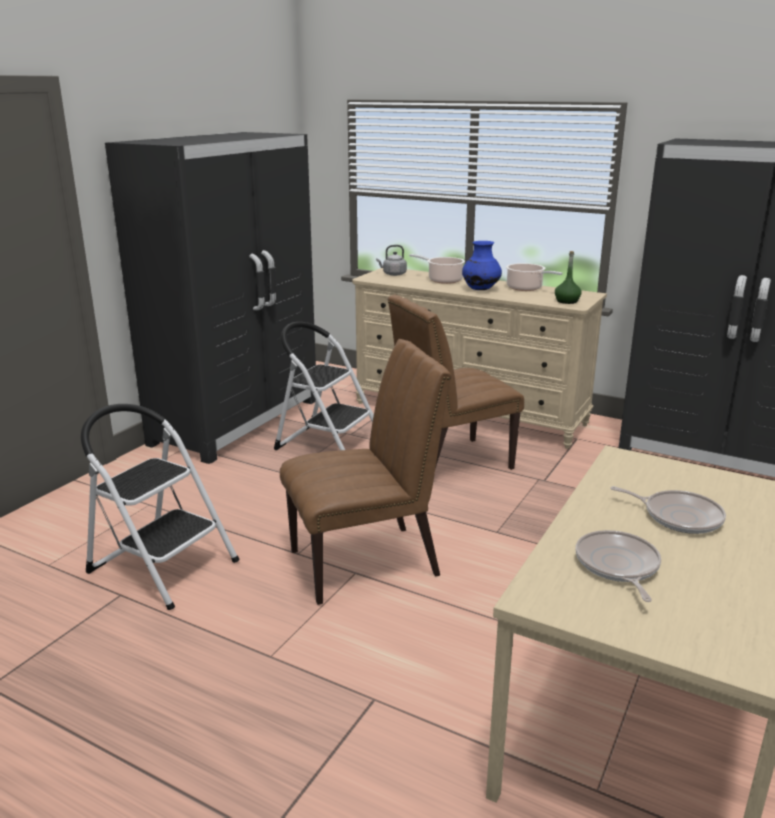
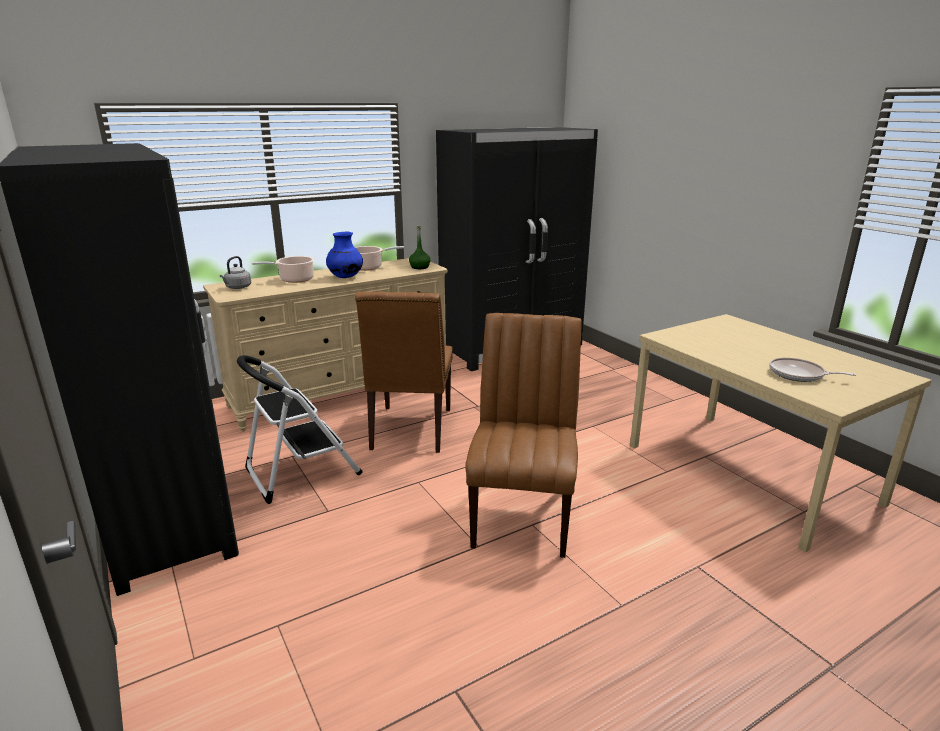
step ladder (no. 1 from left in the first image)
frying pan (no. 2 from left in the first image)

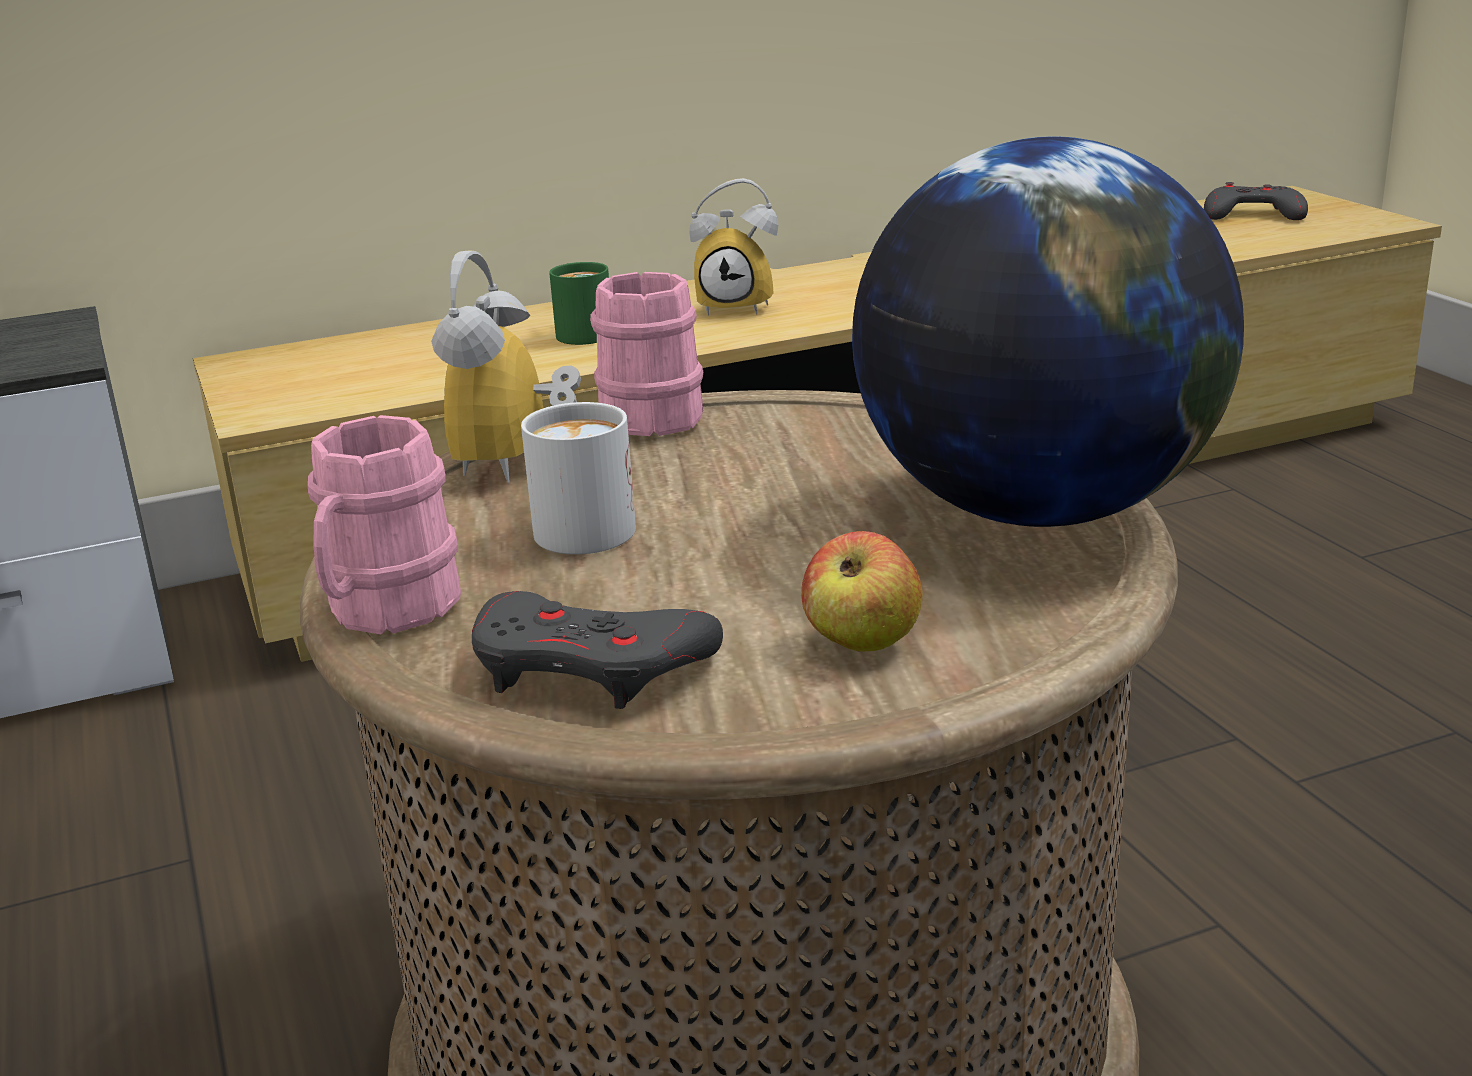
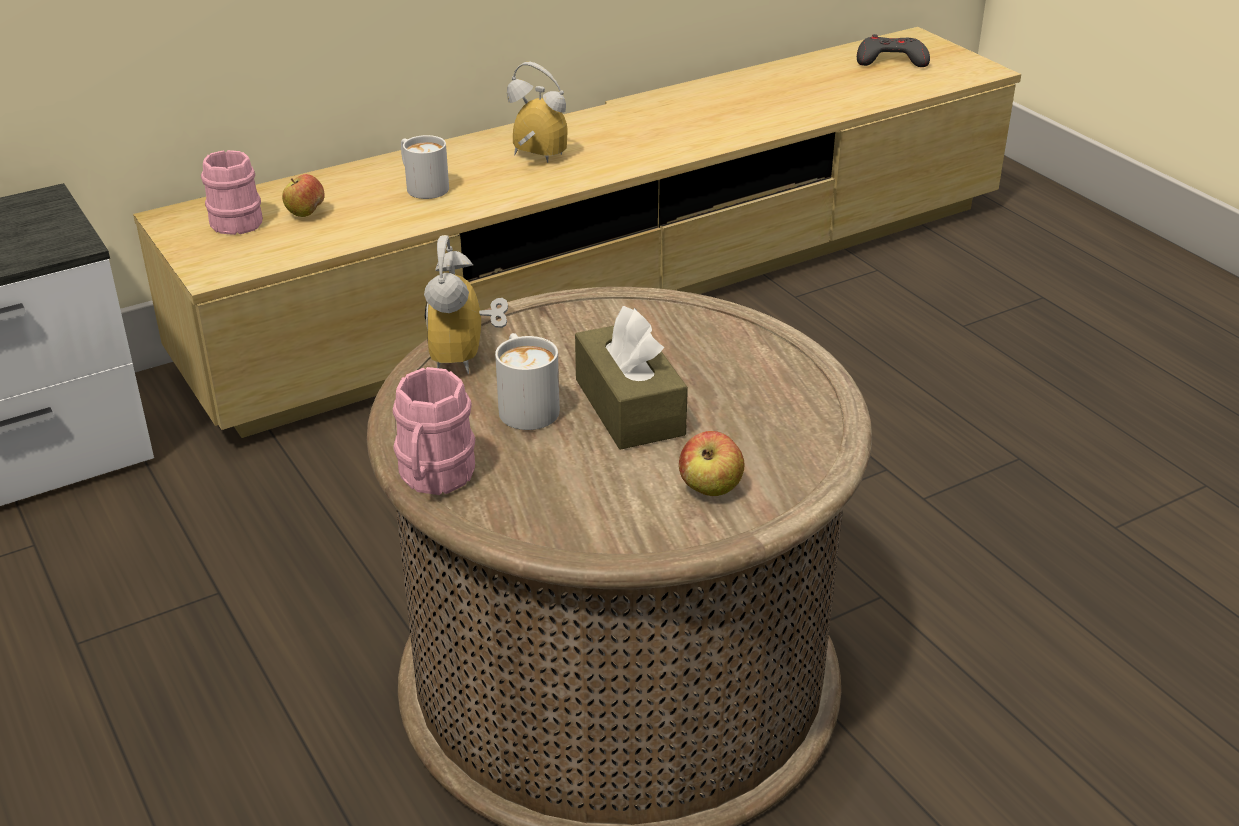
globe
alarm clock (no. 2 from left)
white mug (no. 1 from left)
pink mug (no. 1 from left)
grey game controller (no. 1 from left in the first image)
apple (no. 1 from left)
brown tissue box

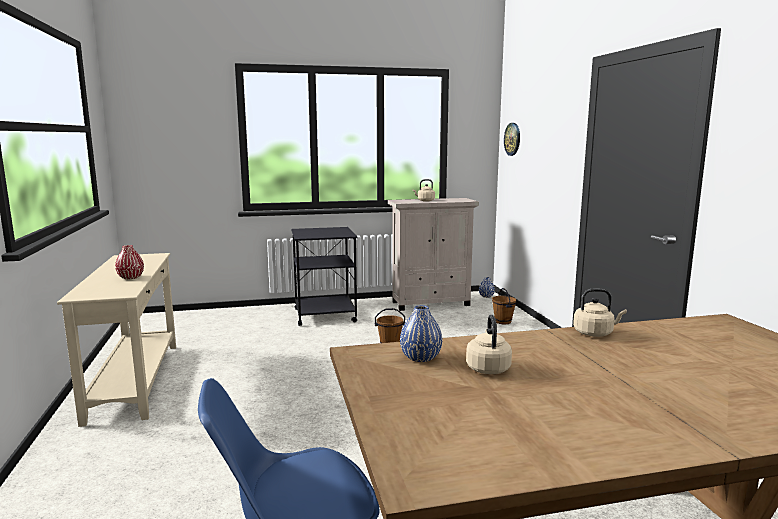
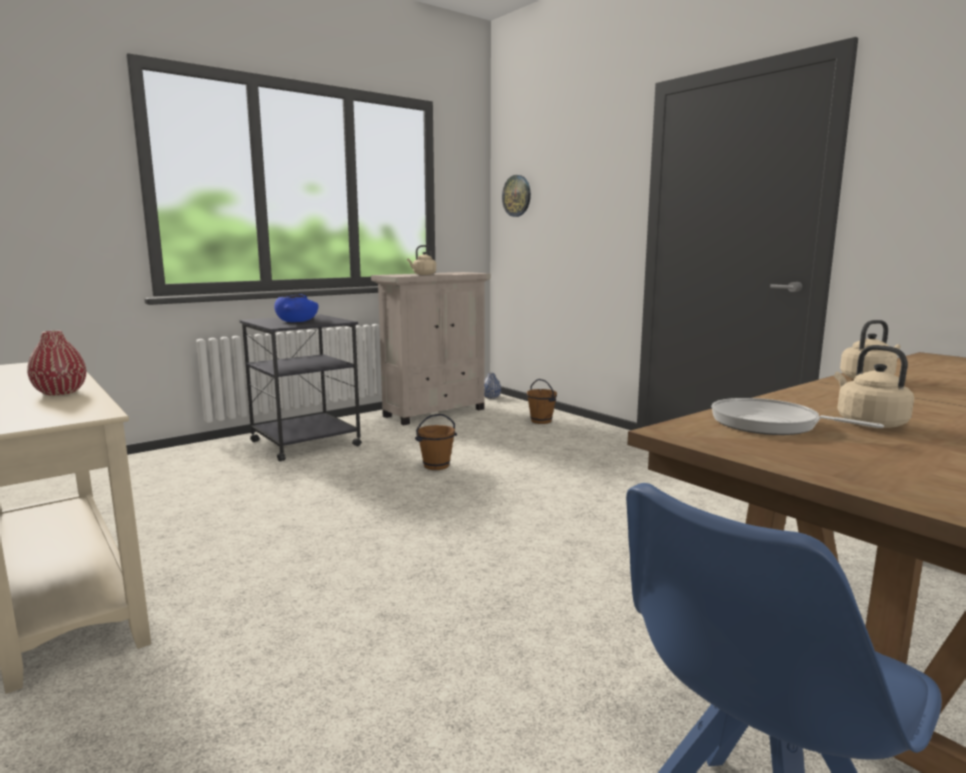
frying pan
blue bowl

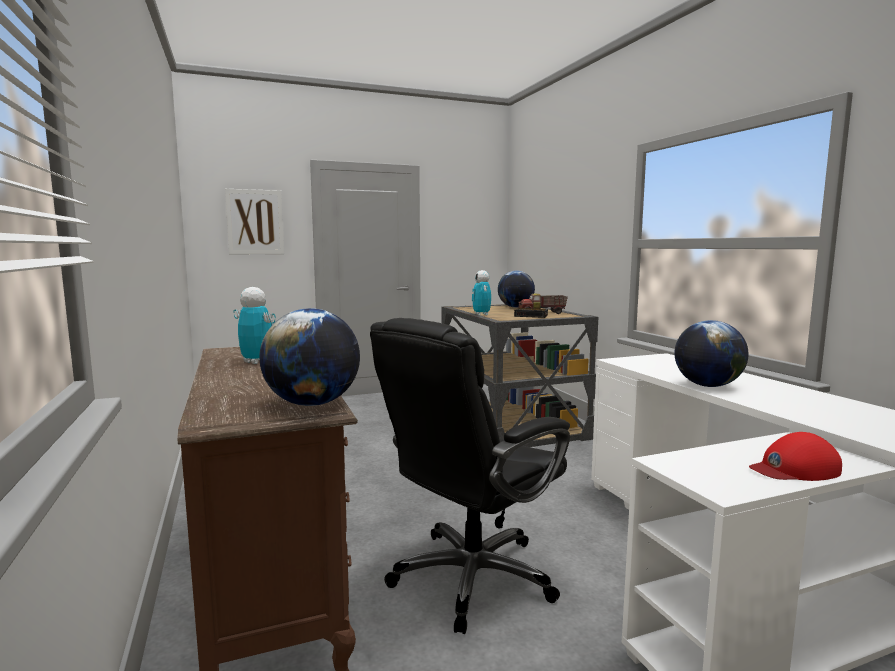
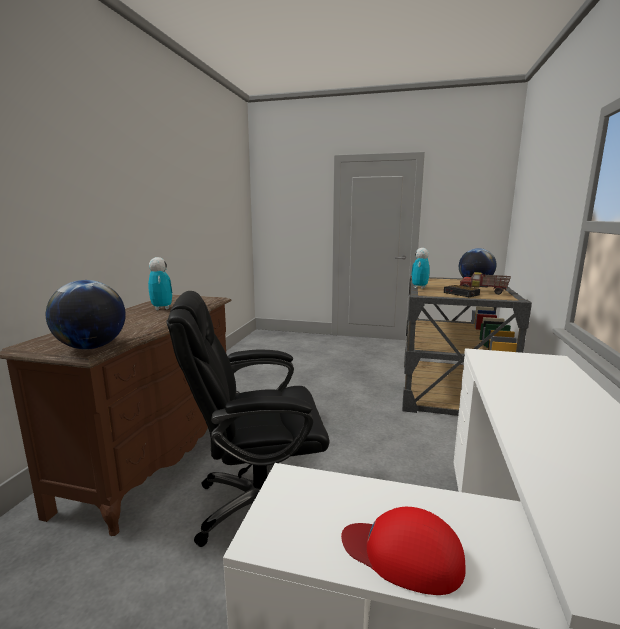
picture
globe (no. 3 from left in the first image)

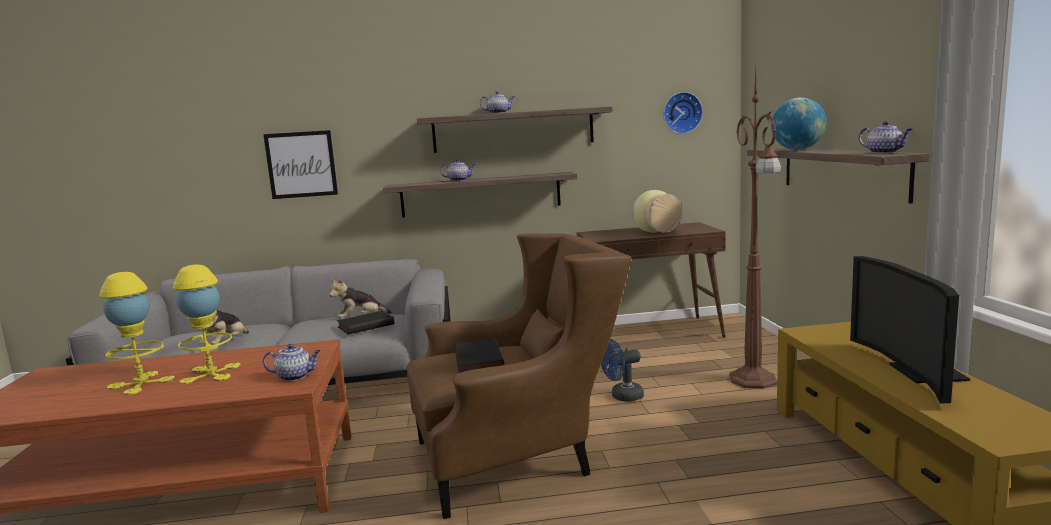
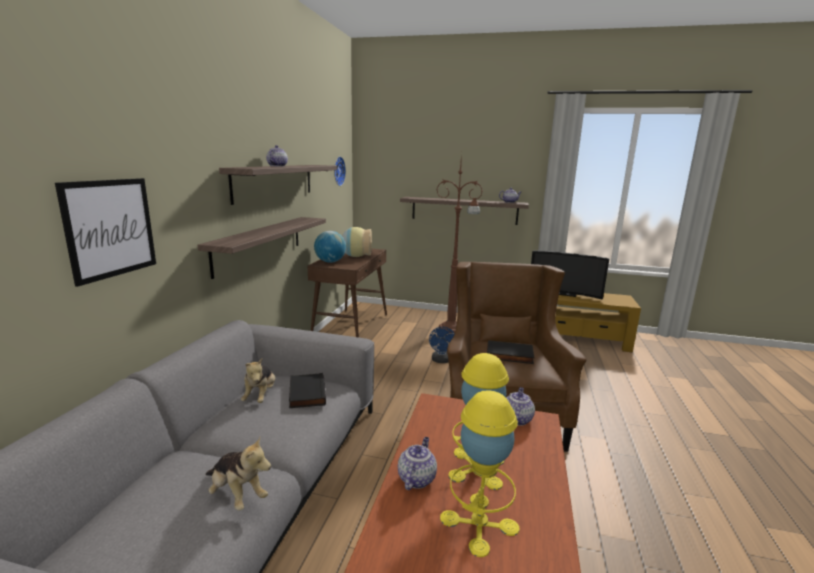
globe
teapot (no. 2 from left)

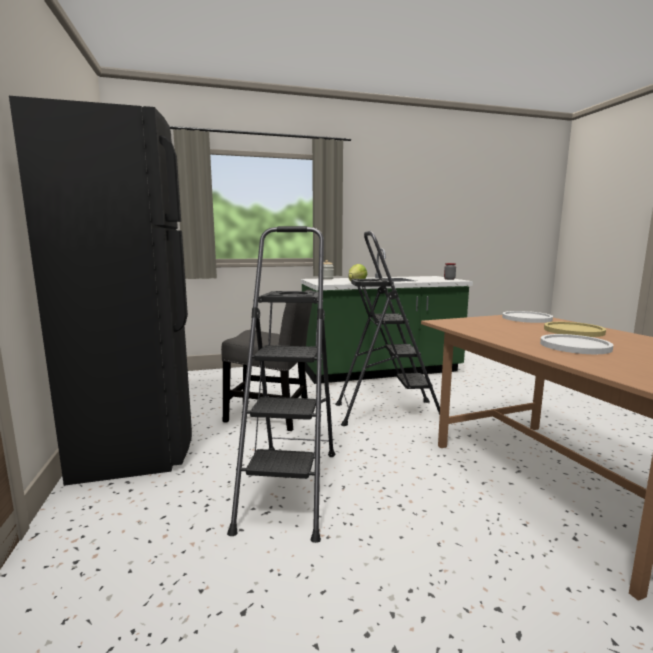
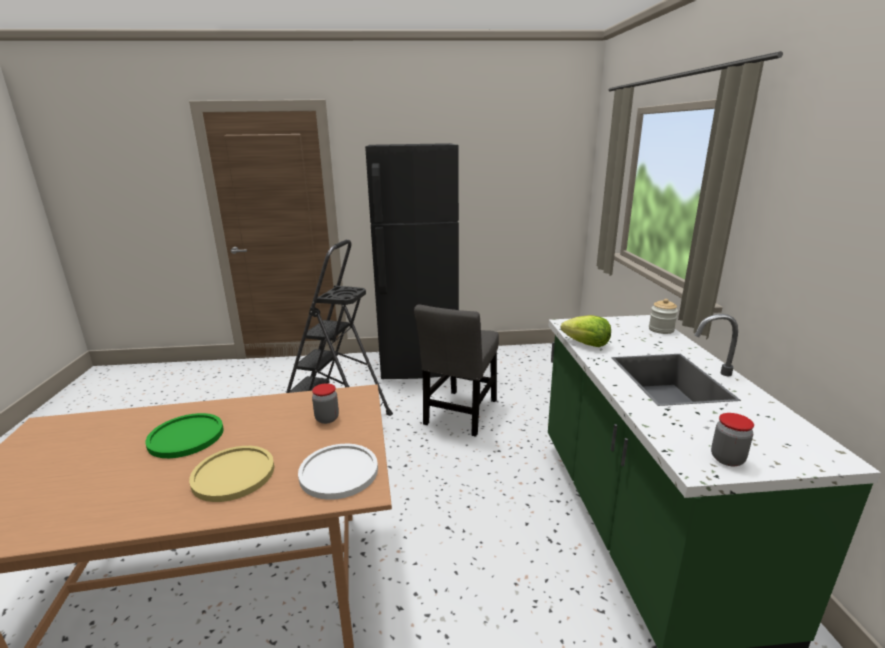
step ladder (no. 2 from left in the first image)
green plate
jar (no. 1 from left)

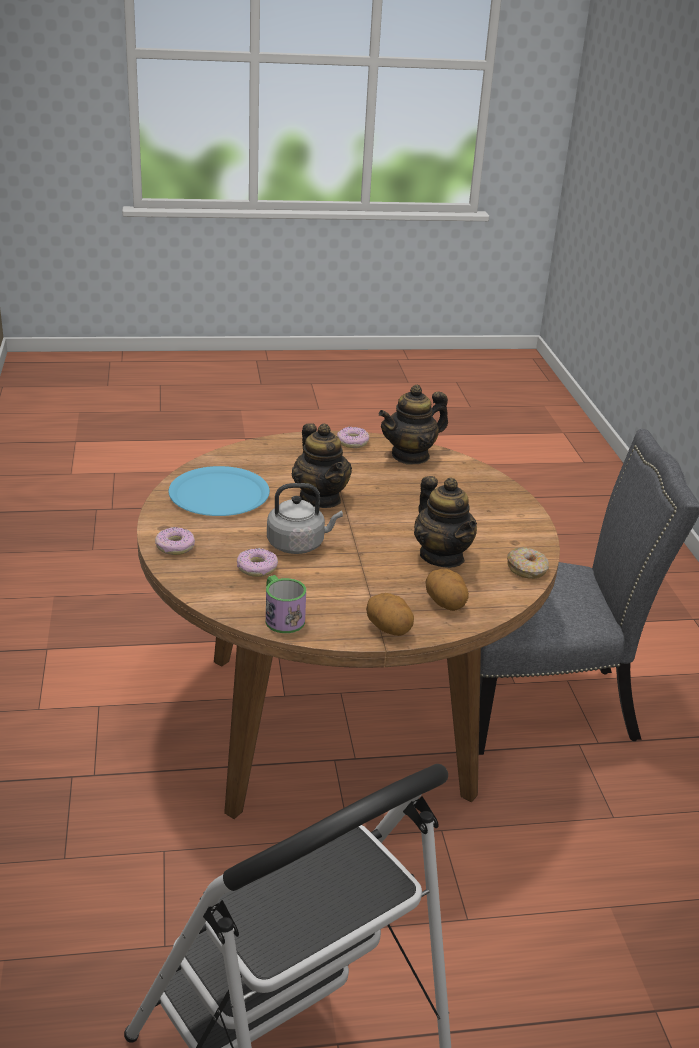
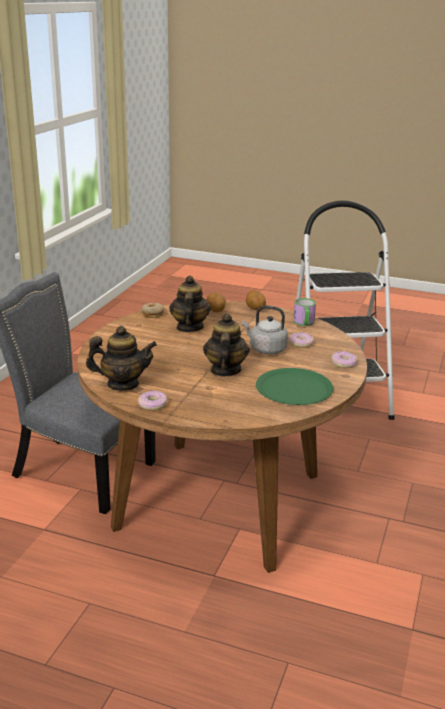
green plate

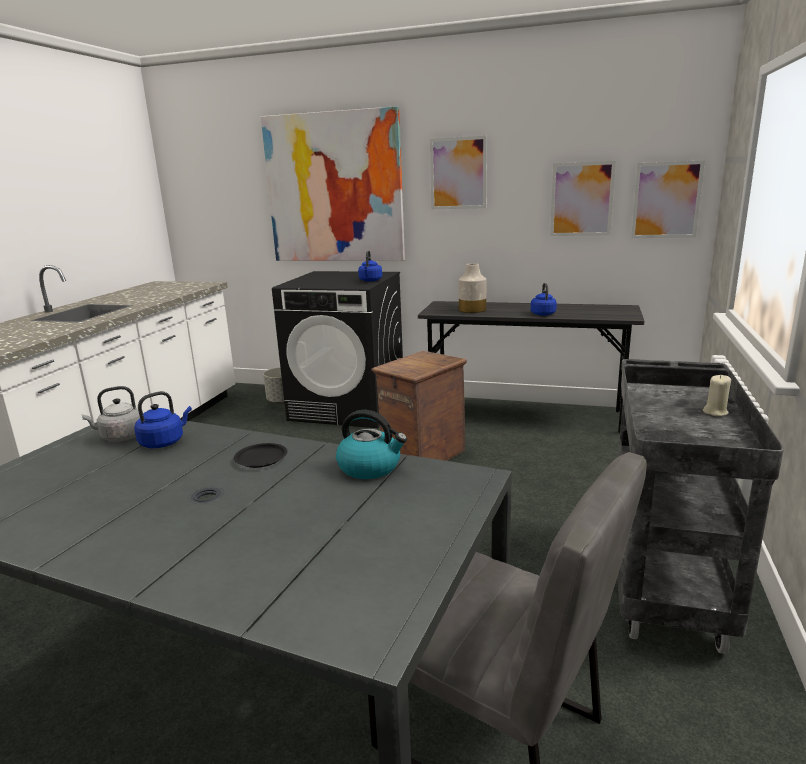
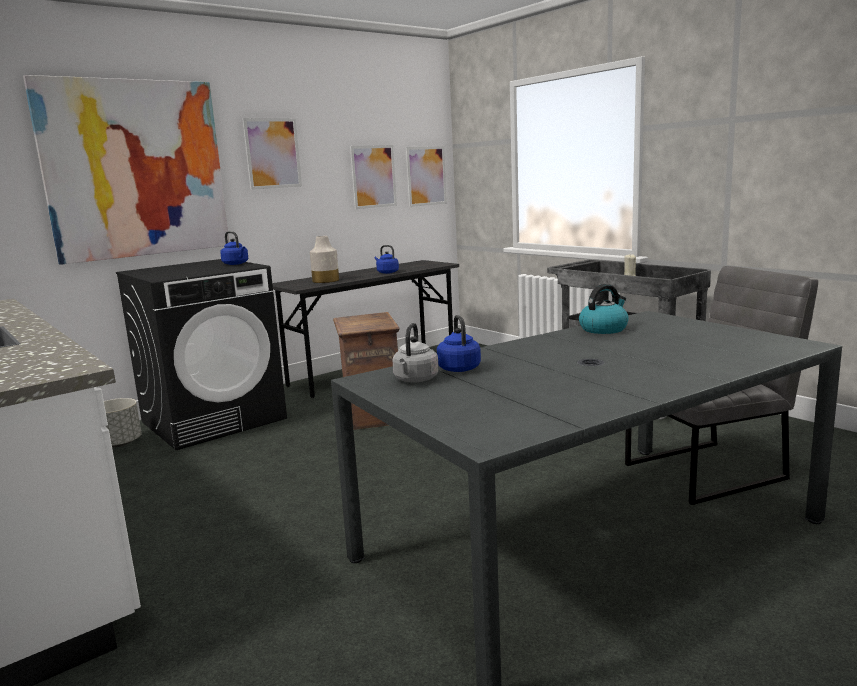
black plate

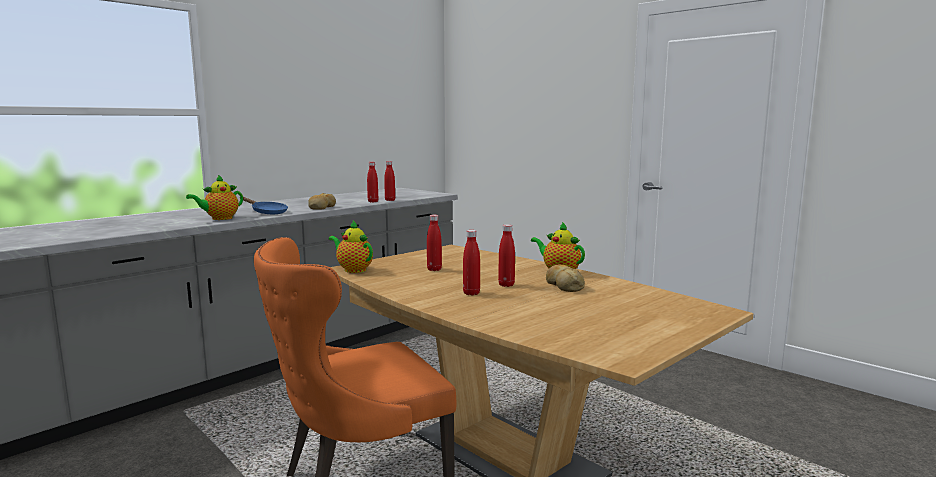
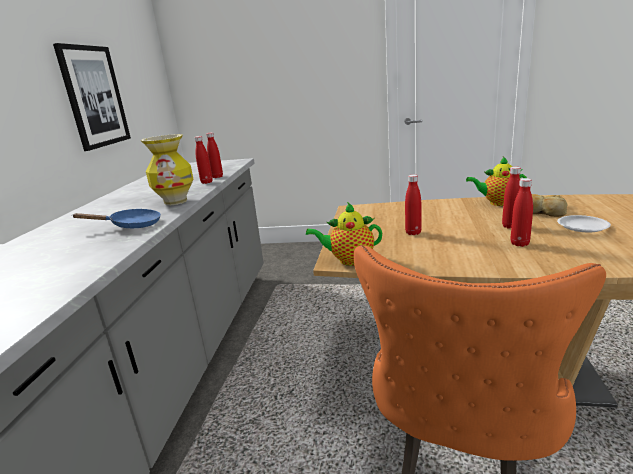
teapot (no. 1 from left in the first image)
vase
picture
white plate

